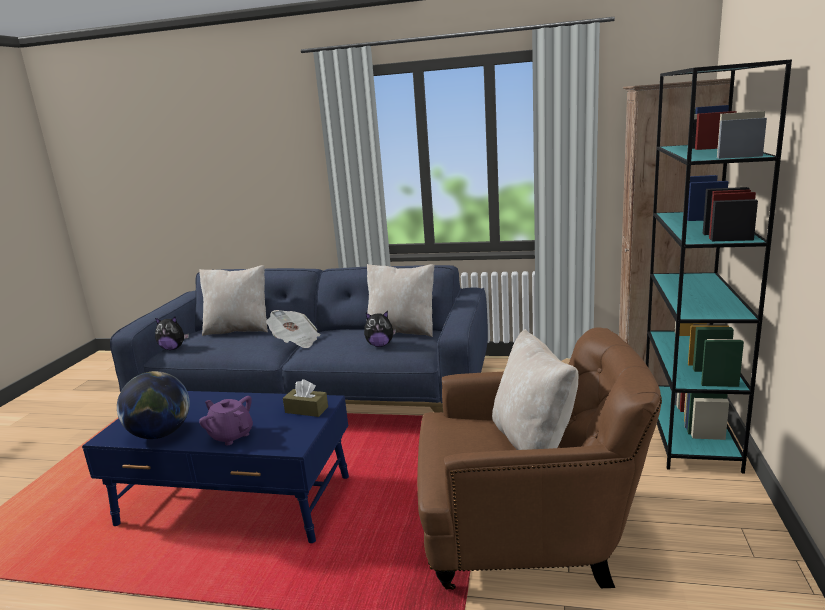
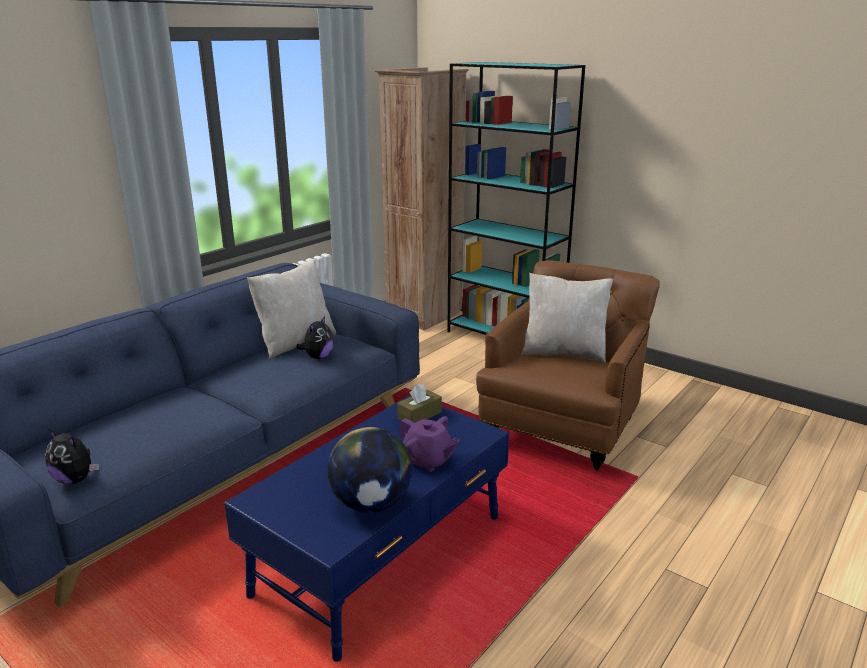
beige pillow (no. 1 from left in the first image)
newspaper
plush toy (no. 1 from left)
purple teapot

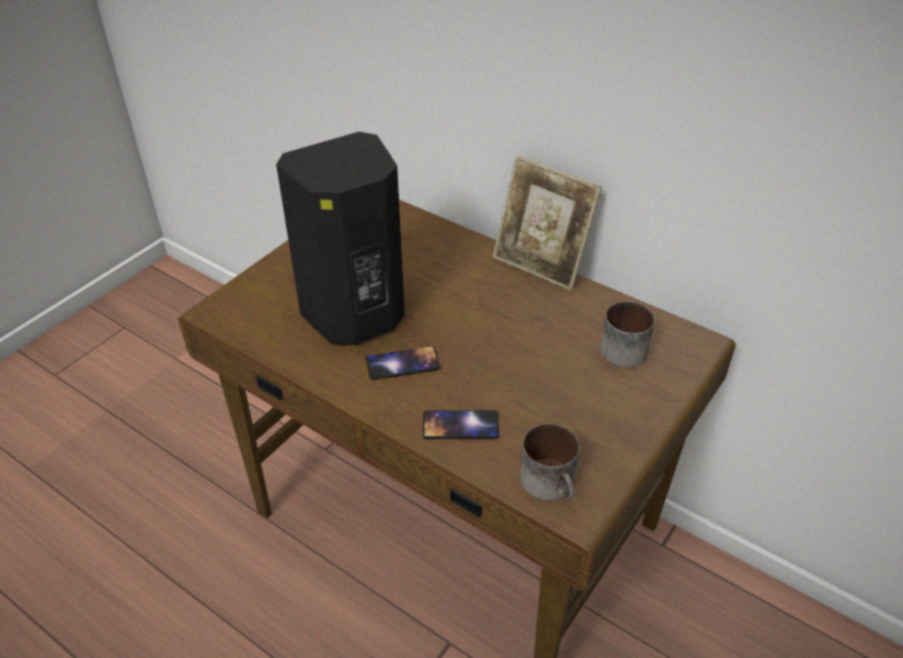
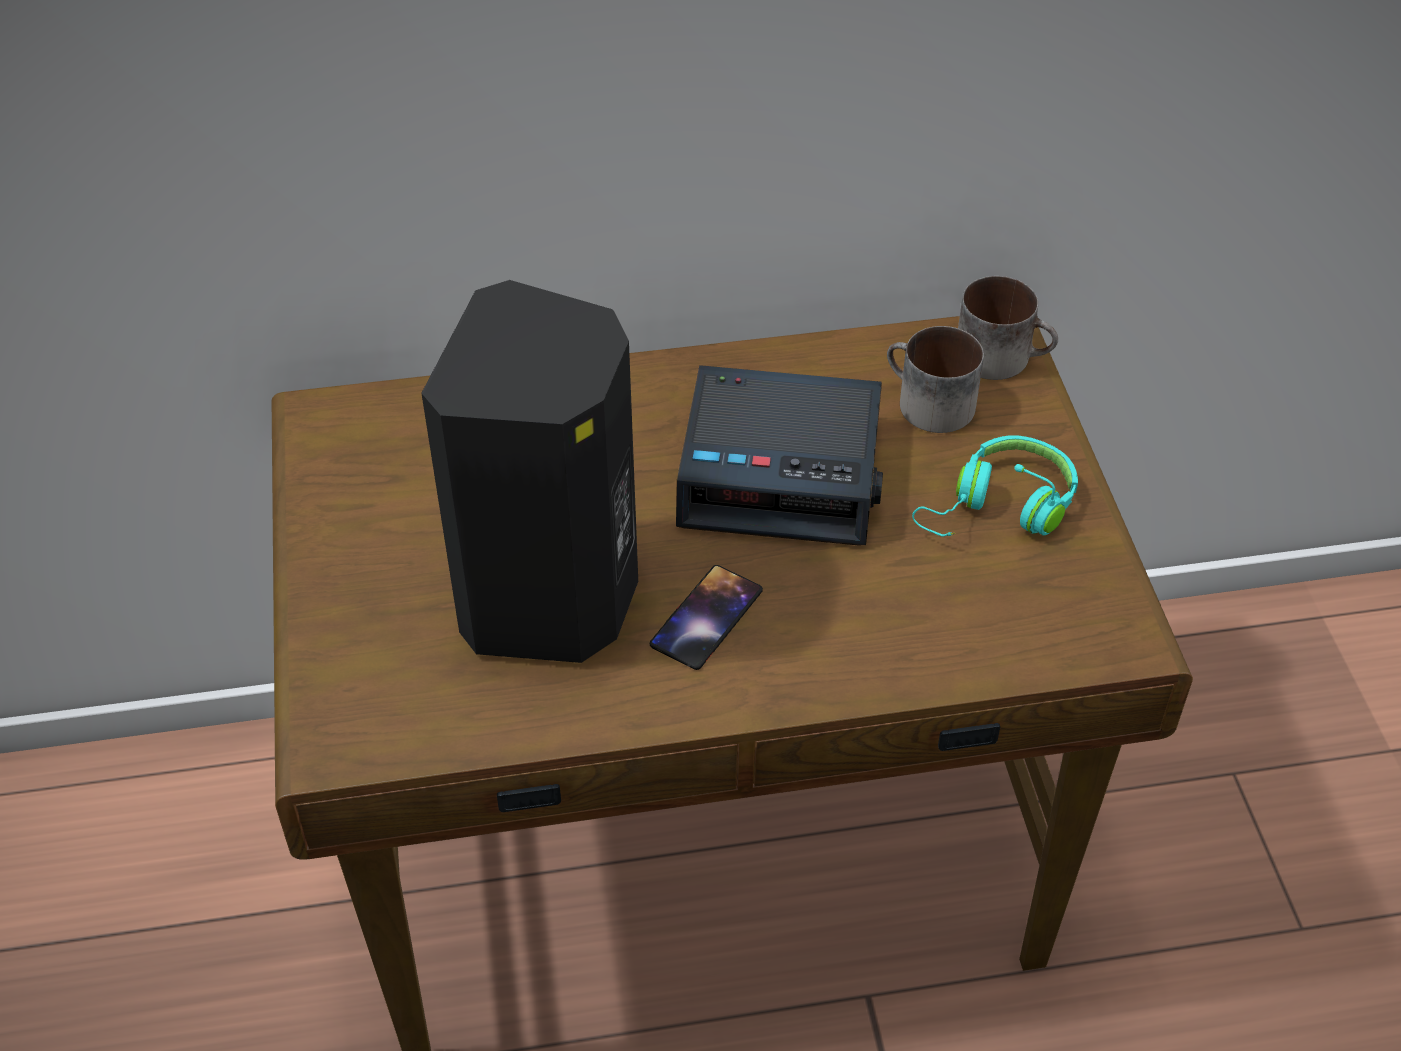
picture frame
phone (no. 2 from left in the first image)
mug (no. 2 from left)
alarm clock
turquoise headphones

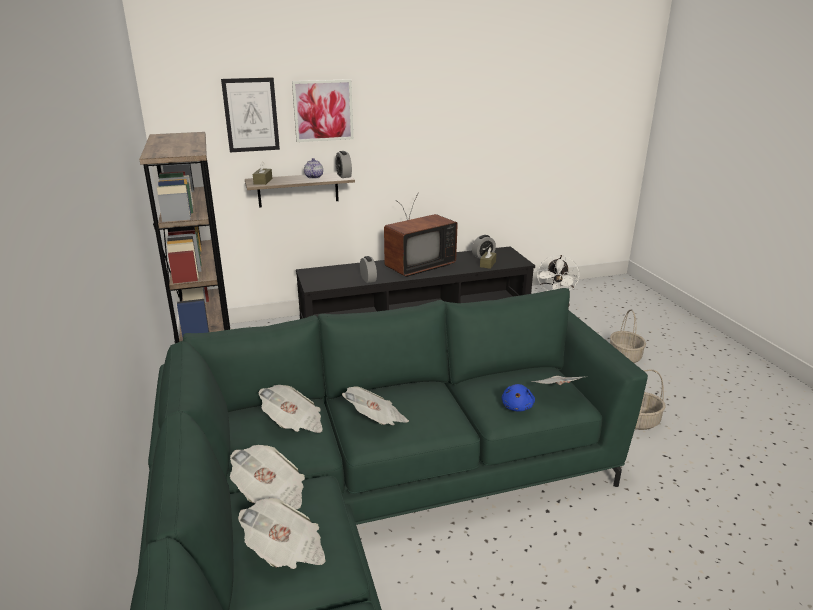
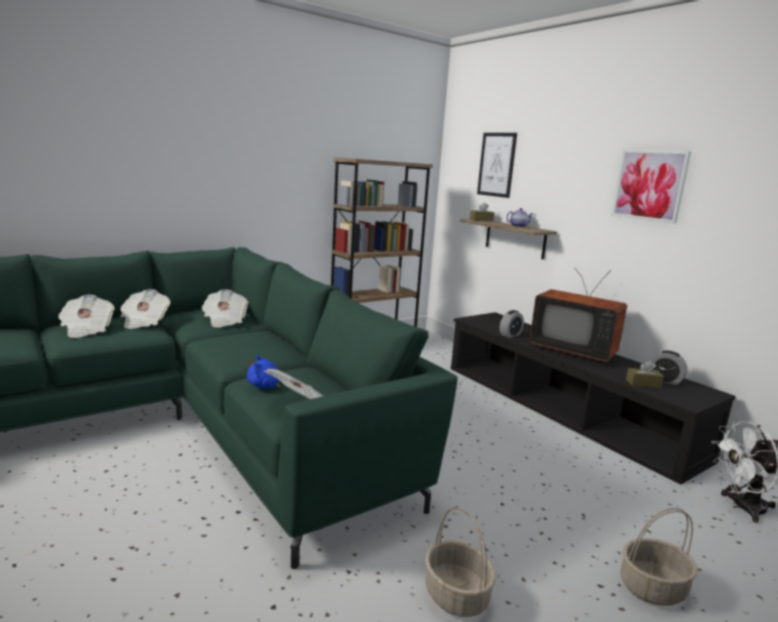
picture (no. 2 from left)
alarm clock (no. 1 from left in the first image)
newspaper (no. 4 from left in the first image)

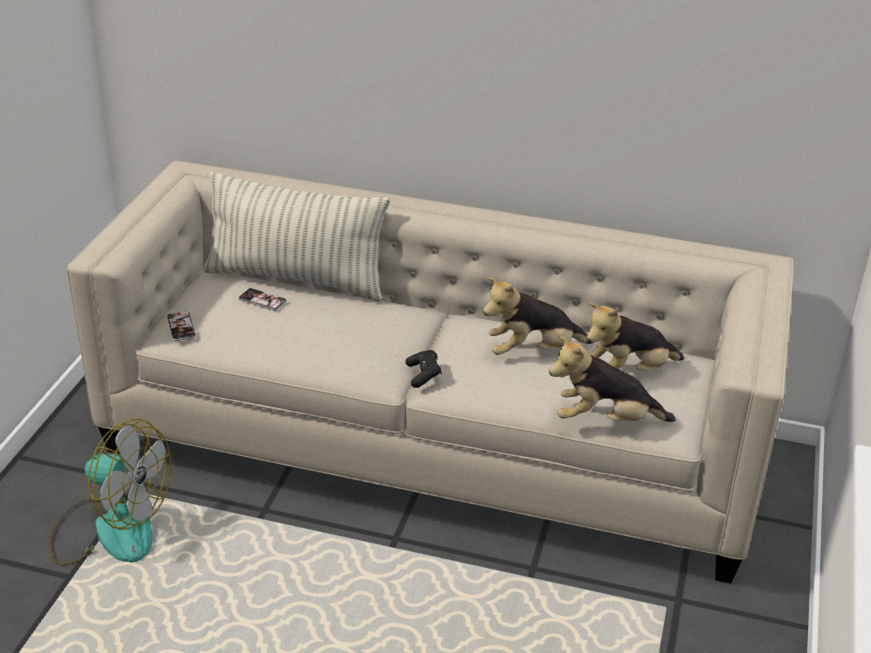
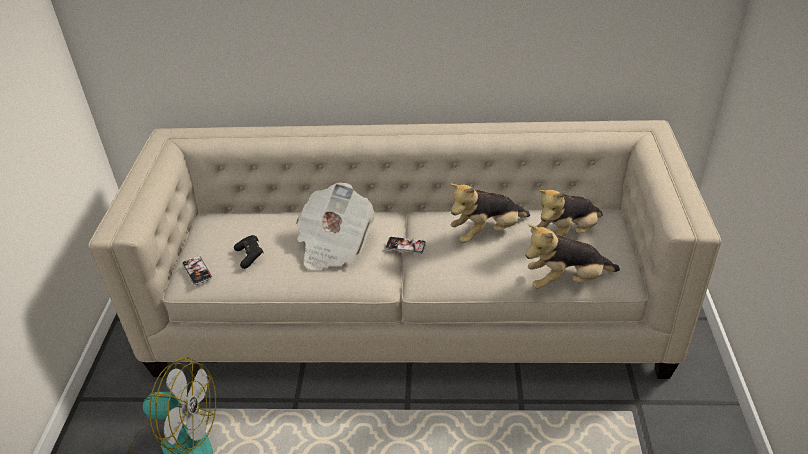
pillow
phone (no. 2 from left)
black game controller
newspaper

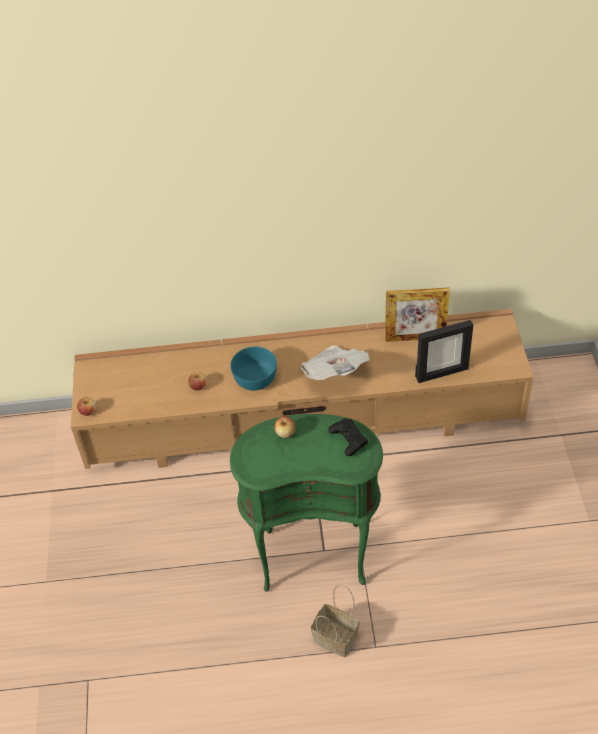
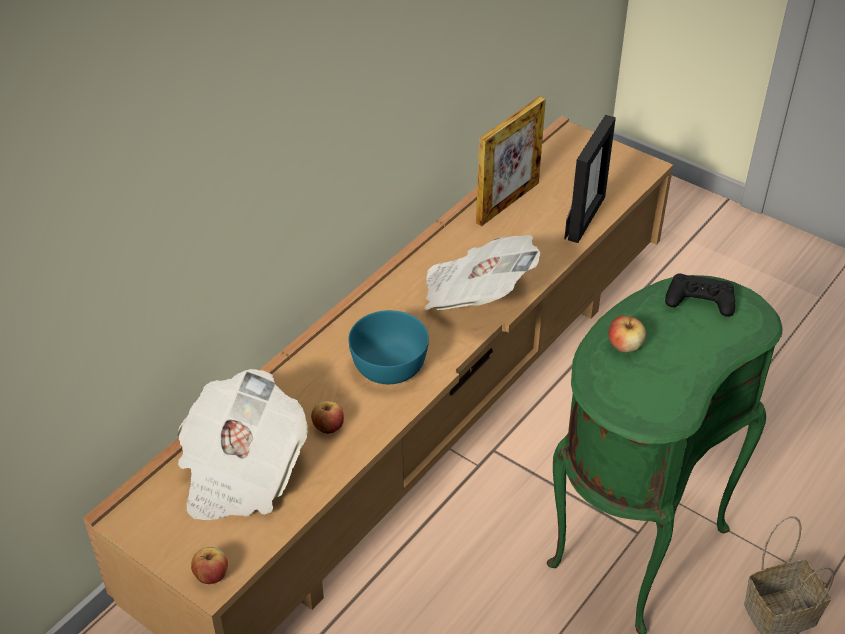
newspaper (no. 1 from left)

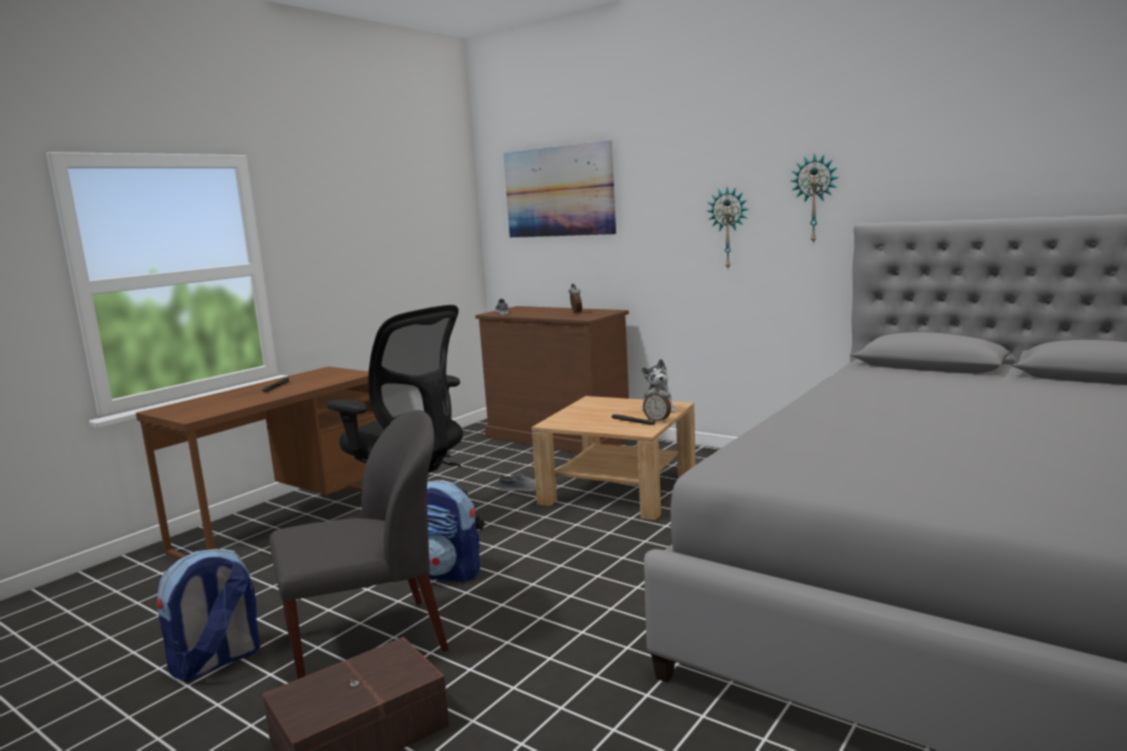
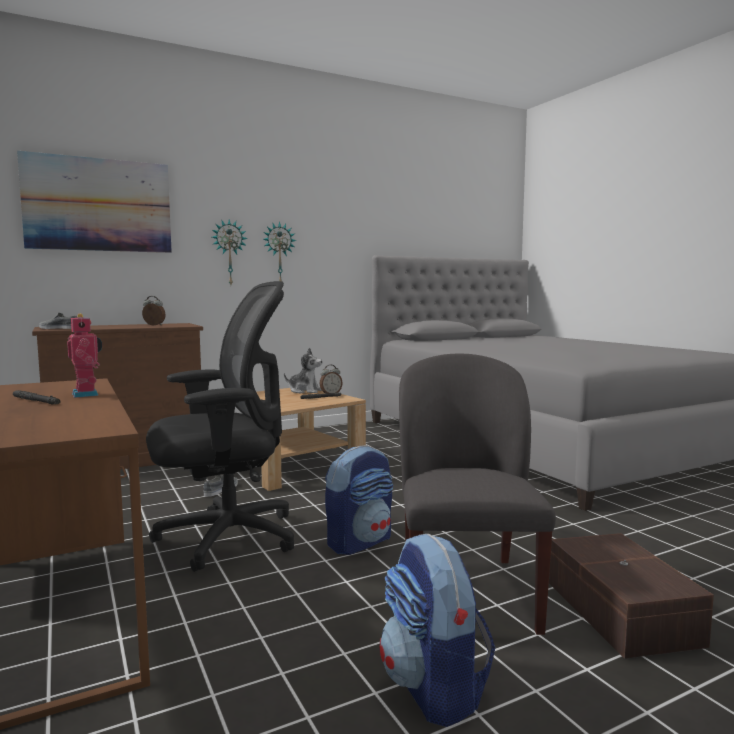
wall clock (no. 1 from left)
toy robot

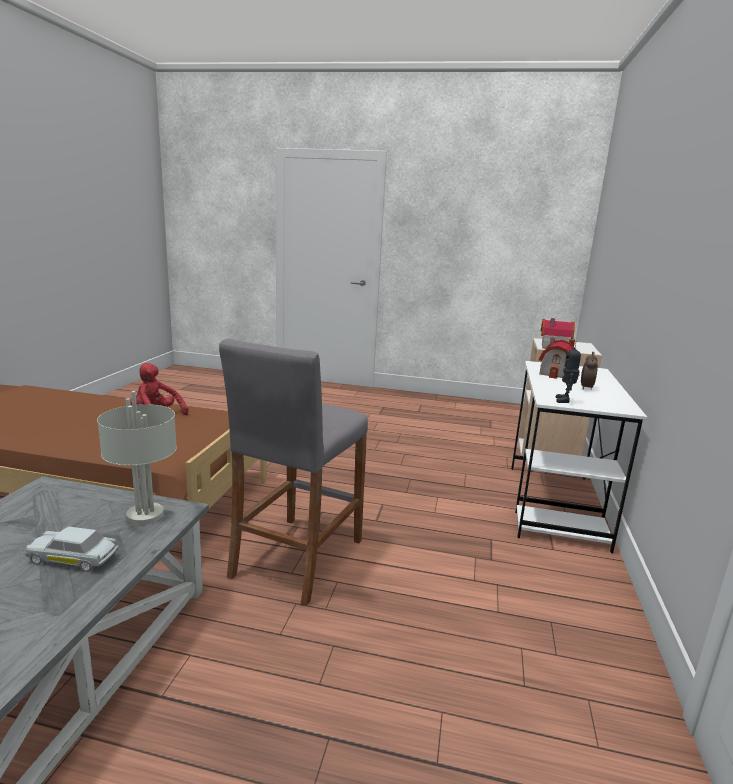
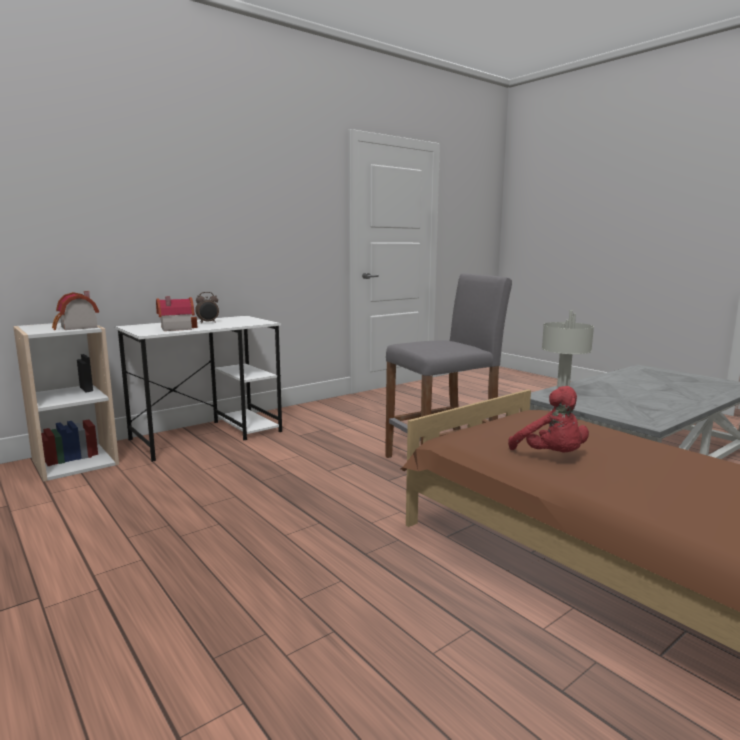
toy robot
white toy car

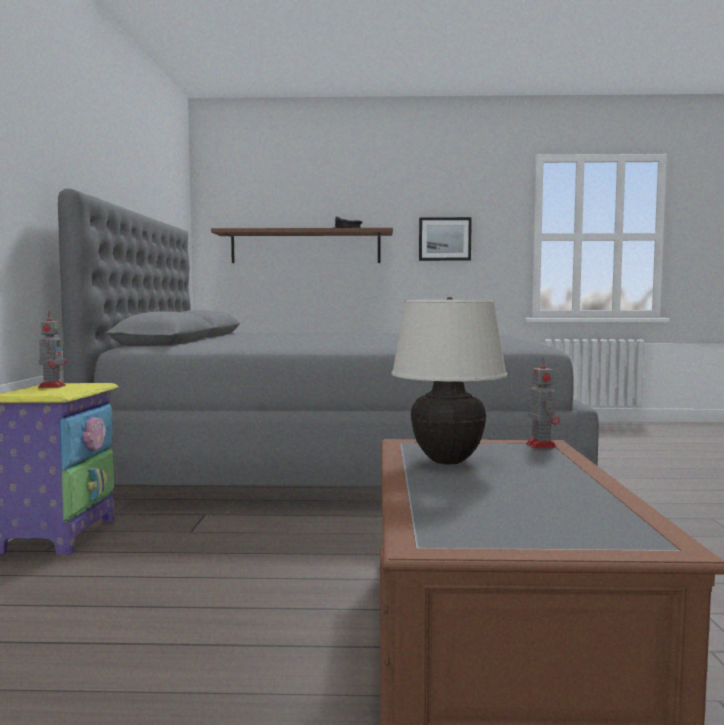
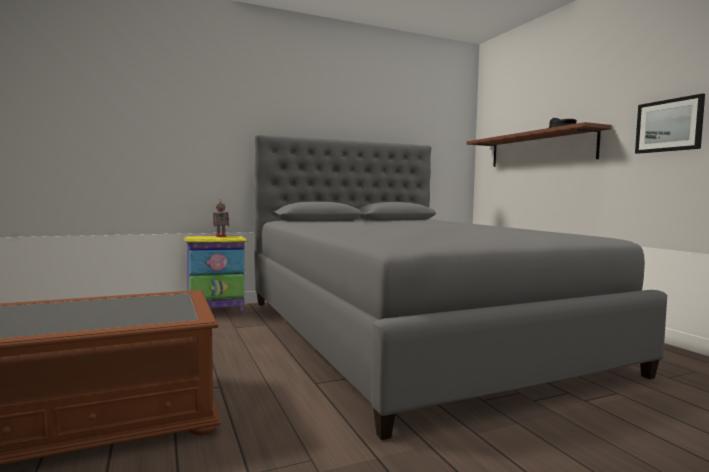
beige table lamp
toy robot (no. 2 from left in the first image)

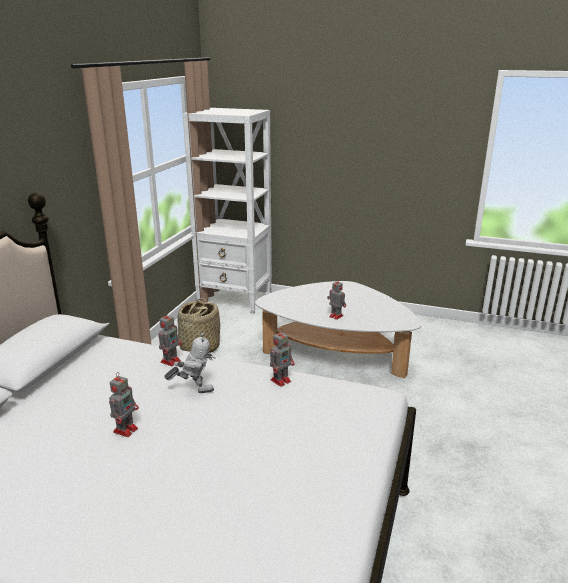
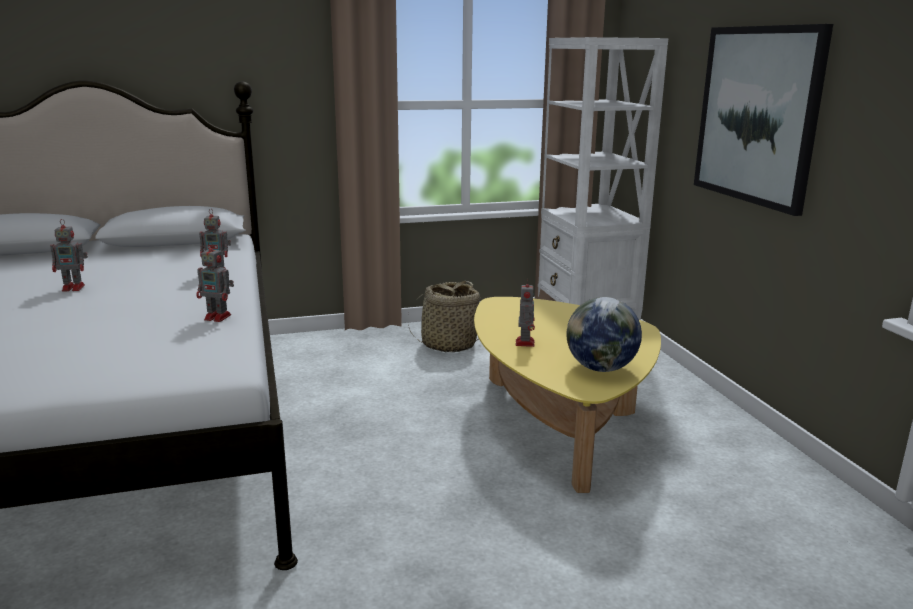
yellow coffee table
toy robot (no. 3 from left in the first image)
picture
globe

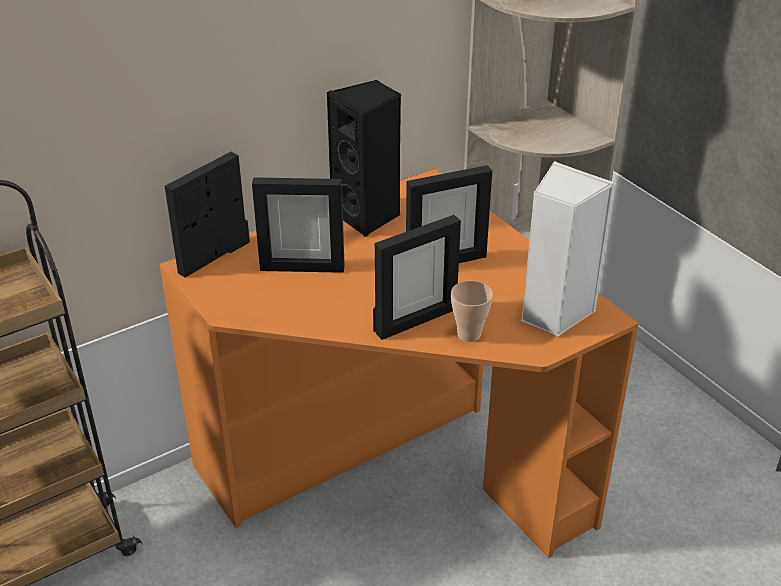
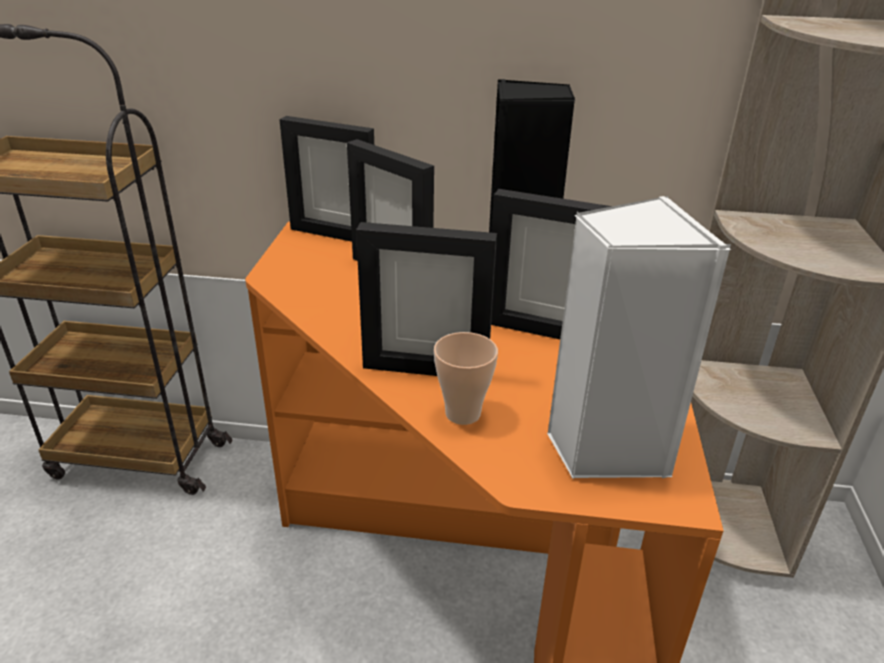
picture frame (no. 1 from left)

